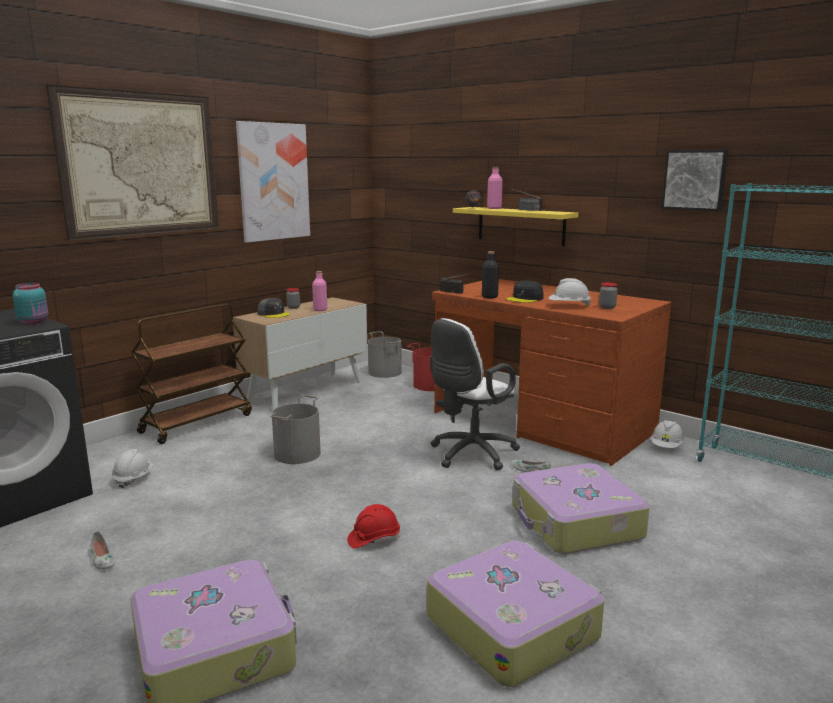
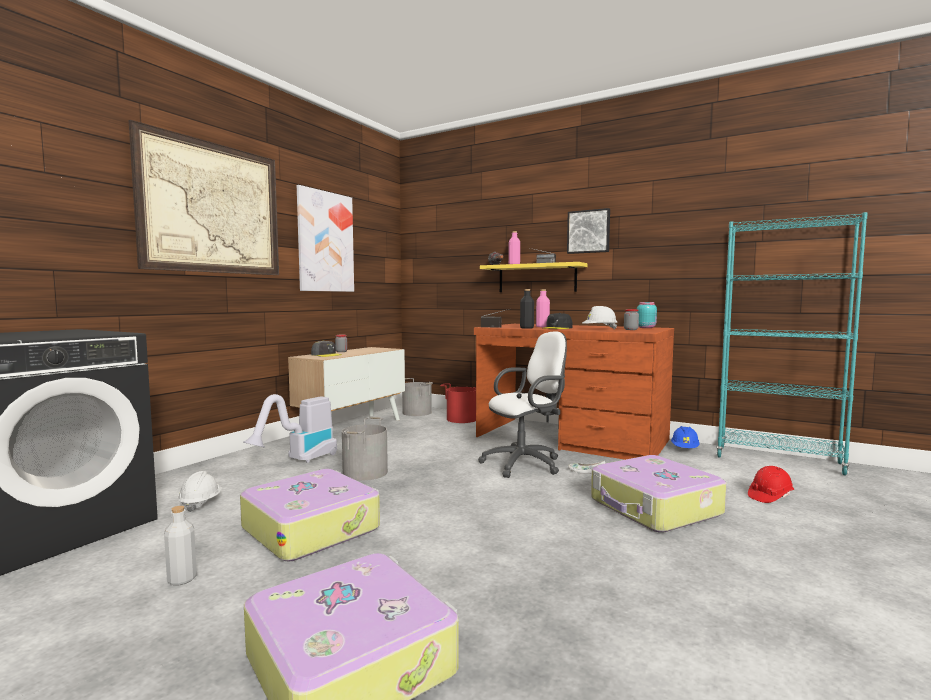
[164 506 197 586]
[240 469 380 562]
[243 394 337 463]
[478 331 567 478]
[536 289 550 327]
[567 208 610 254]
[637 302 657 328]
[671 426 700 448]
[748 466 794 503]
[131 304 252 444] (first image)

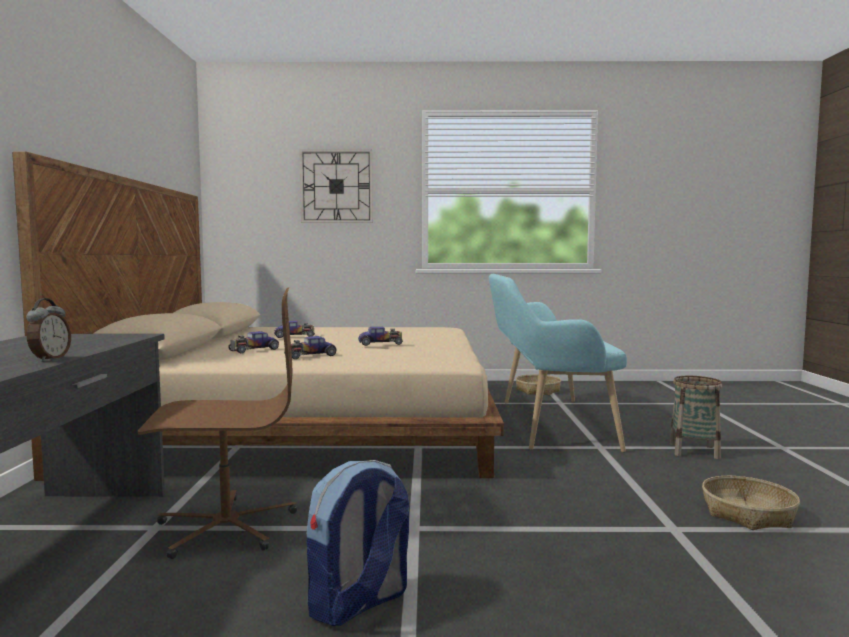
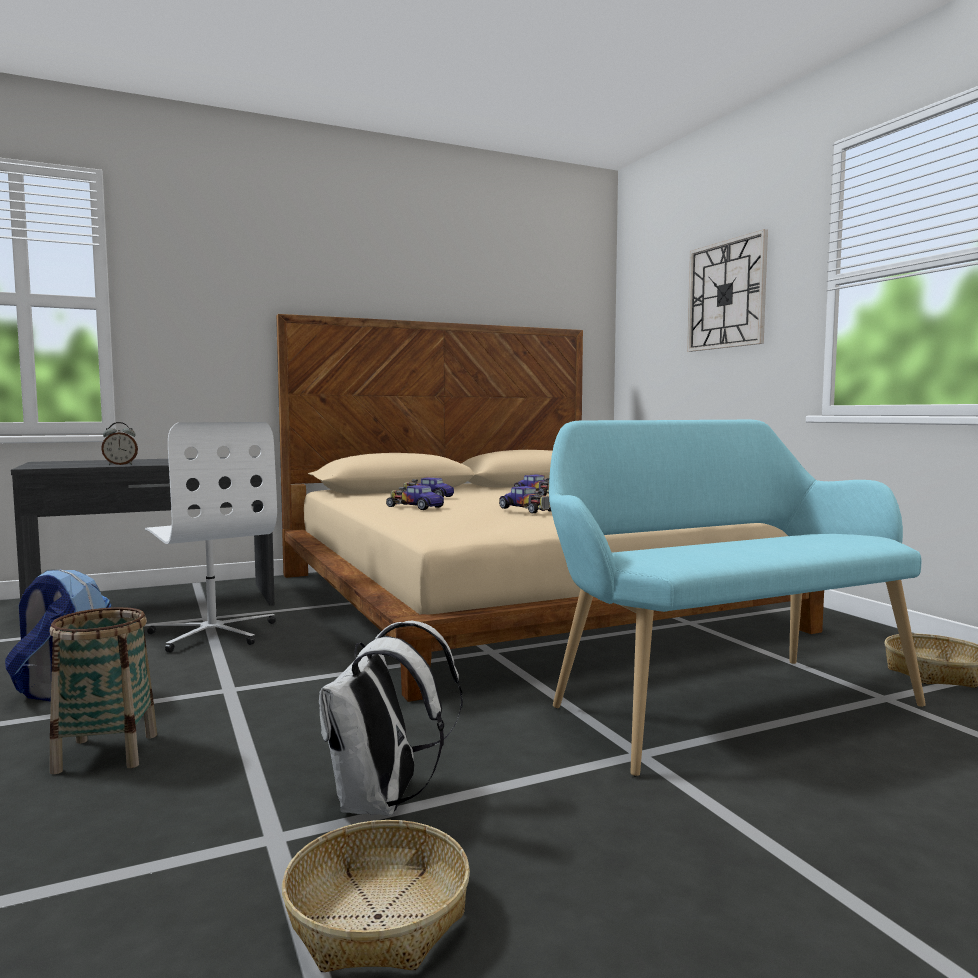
[50 607 157 774]
[145 422 277 652]
[319 621 462 816]

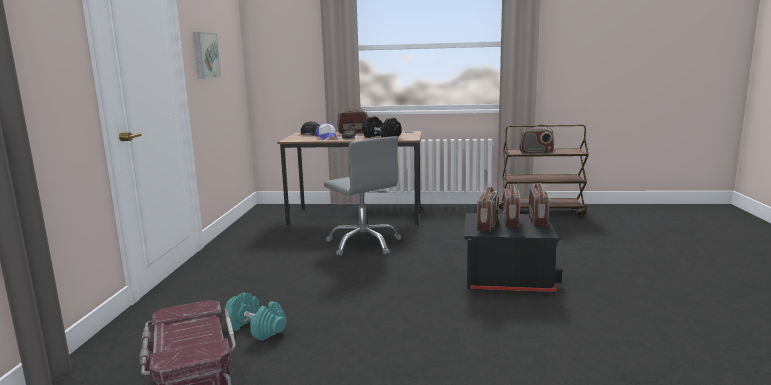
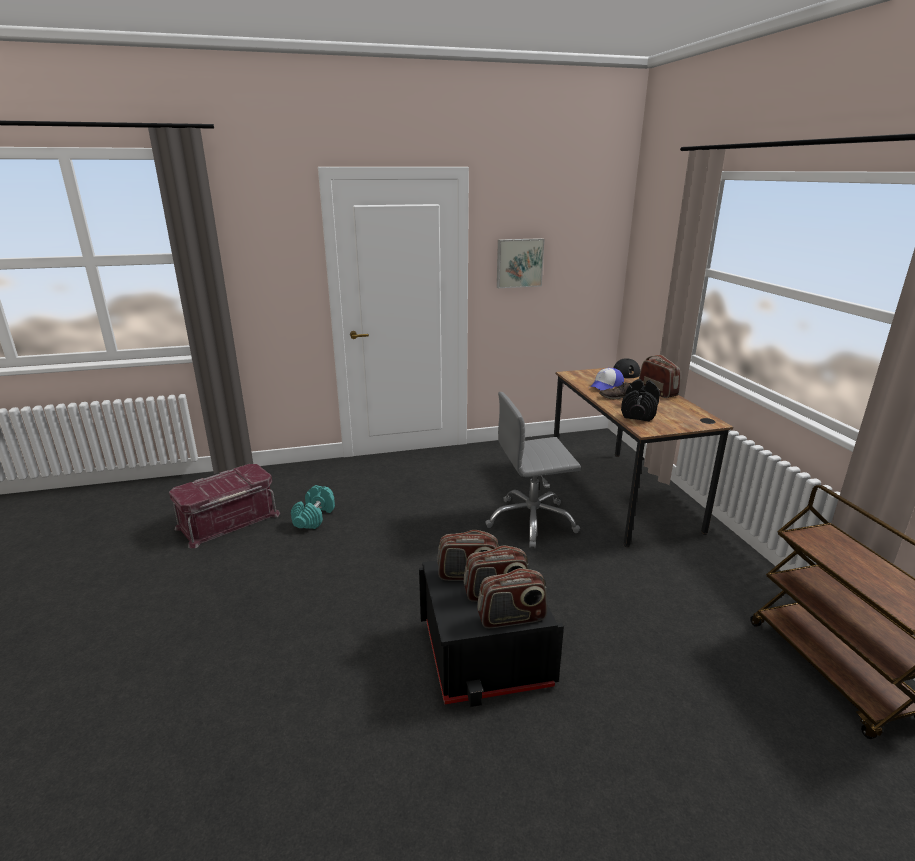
[485 392 581 548]
[519 125 554 154] (first image)

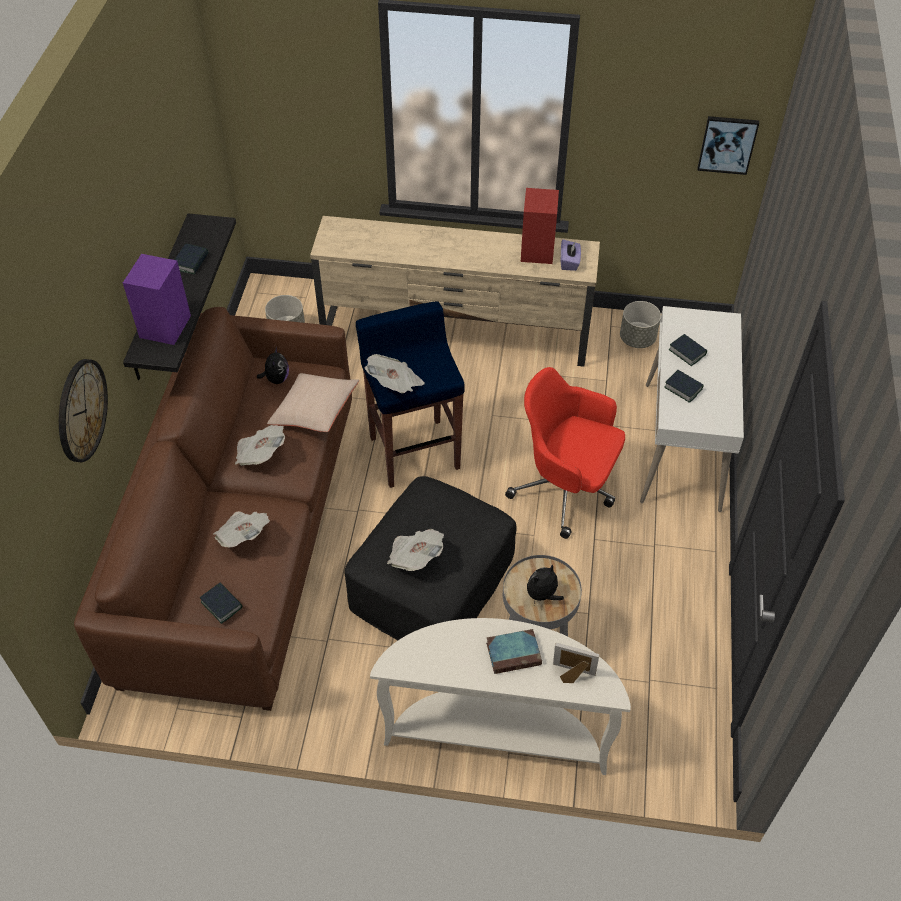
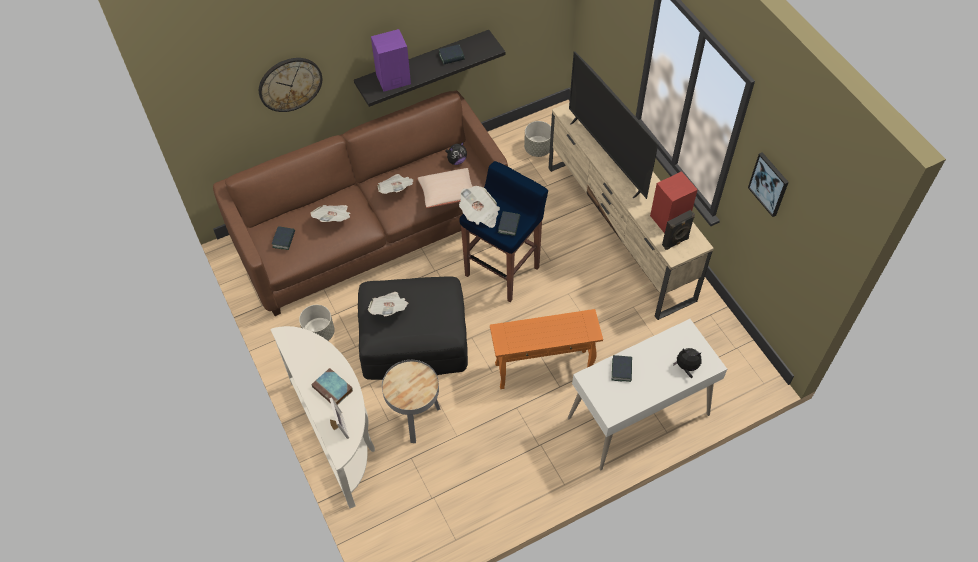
[299 305 334 341]
[490 309 603 389]
[498 211 520 236]
[569 51 658 199]
[662 210 695 250]
[673 348 701 378]
[748 152 789 217]

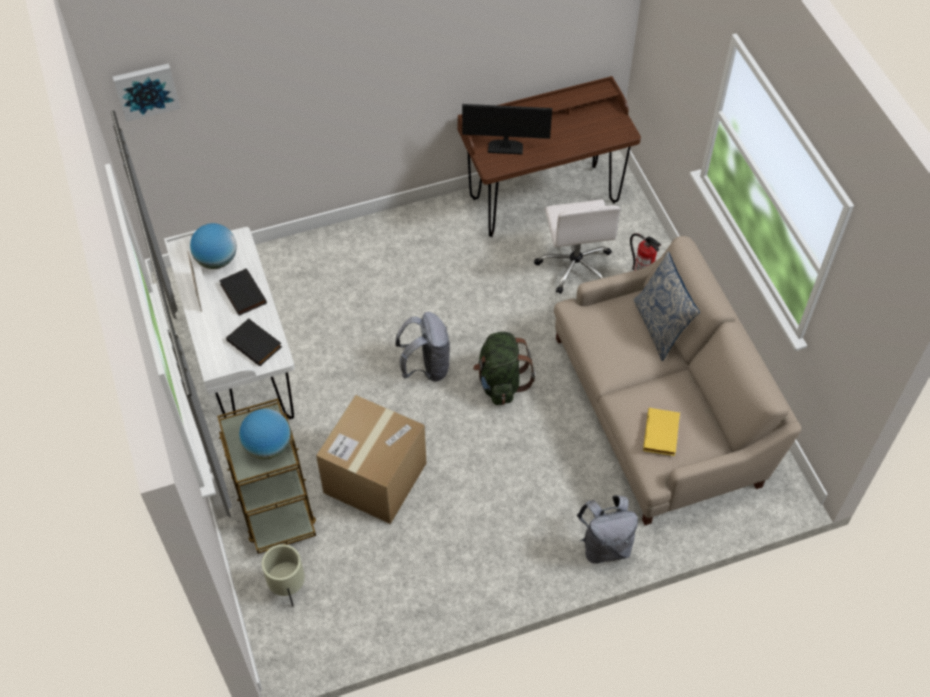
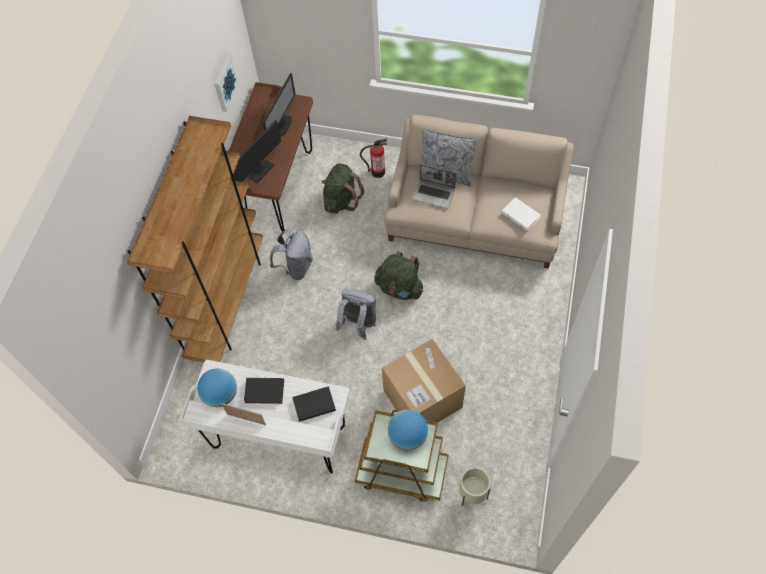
[127 116 263 363]
[214 54 239 112]
[262 73 296 136]
[270 229 313 280]
[322 163 364 214]
[412 164 457 209]
[501 197 541 231]

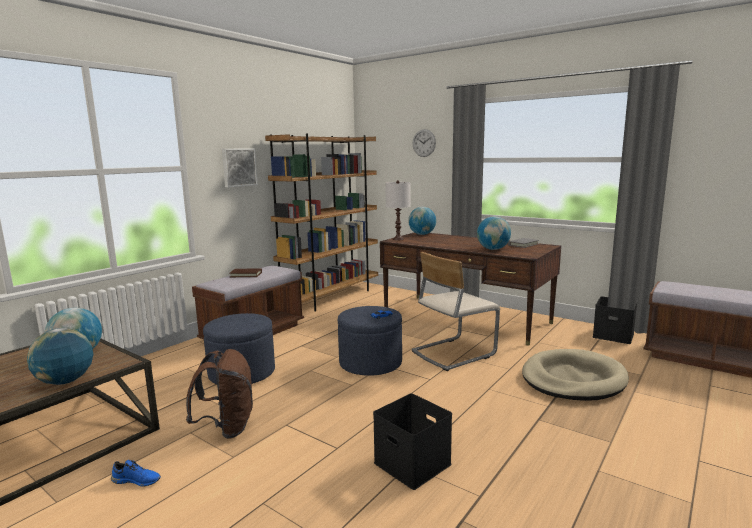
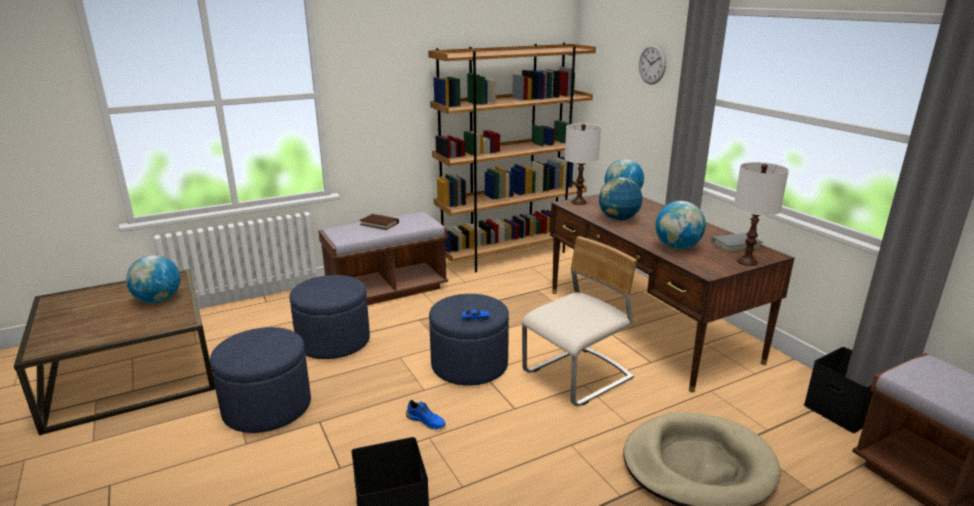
[210 327 311 433]
[406 400 446 429]
[522 236 637 406]
[599 177 643 220]
[734 162 789 266]
[222 149 258 187] (first image)

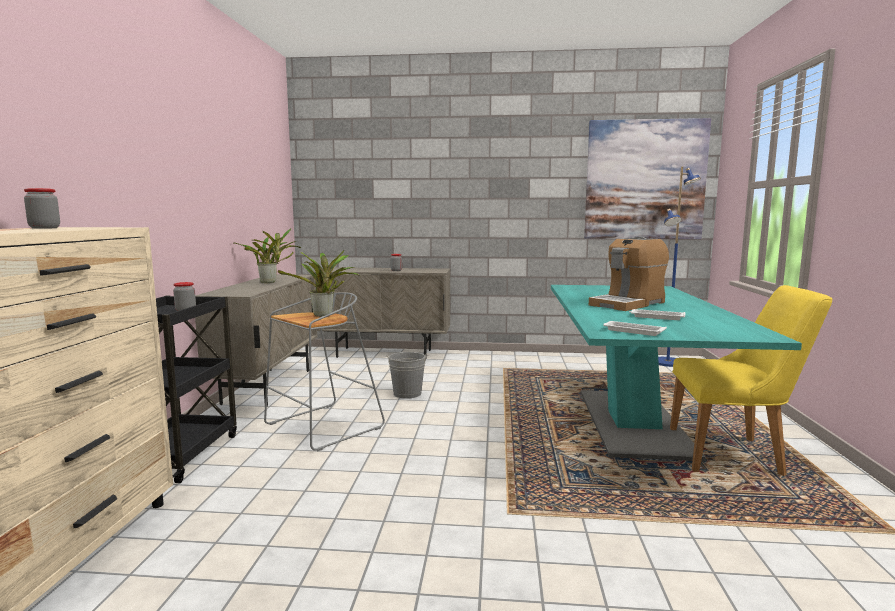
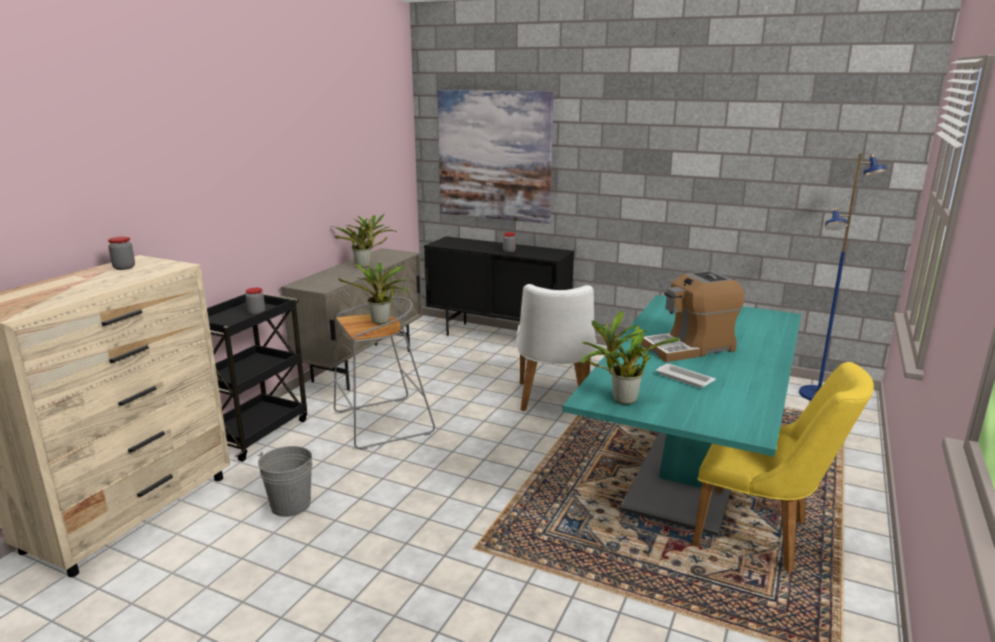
[257 446 312 517]
[424 237 574 336]
[437 90 554 224]
[516 284 596 411]
[581 311 680 405]

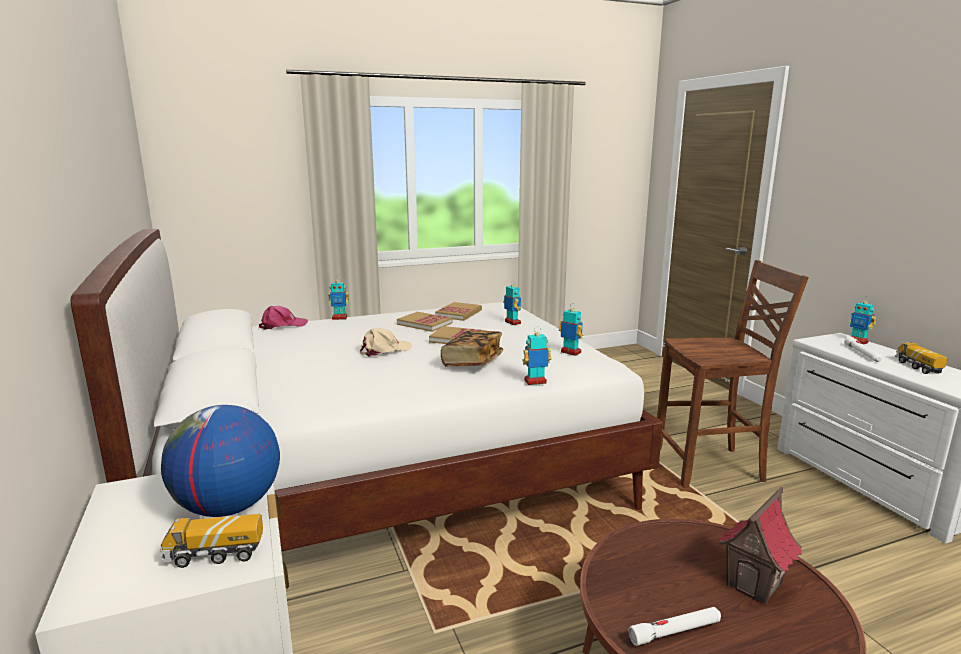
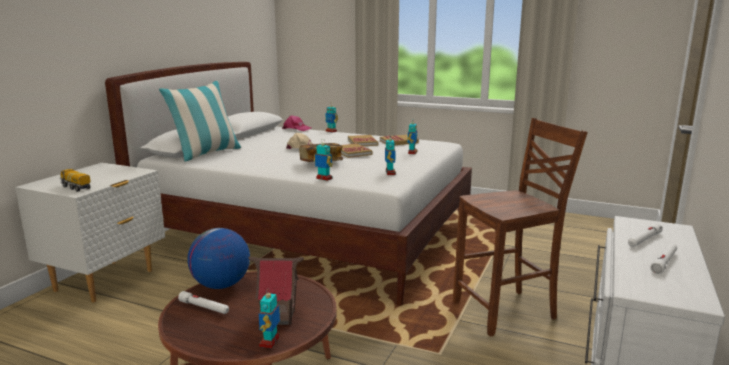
[159 81 241 162]
[187 228 250 289]
[258 293 280 349]
[453 118 588 337]
[650 243 677 274]

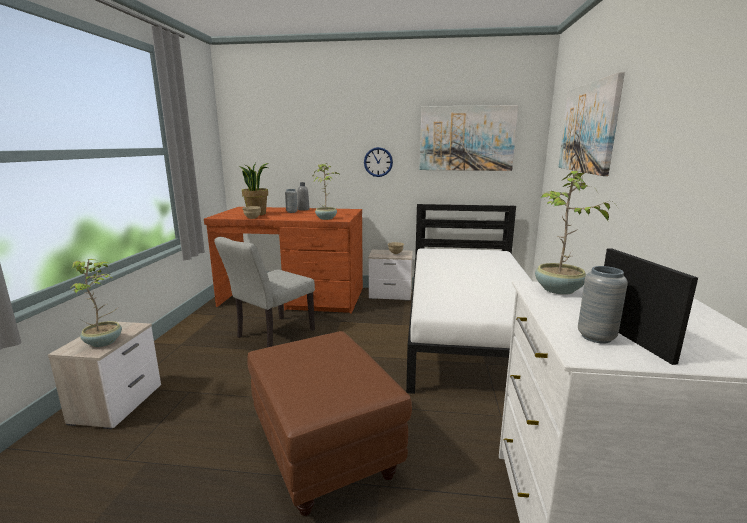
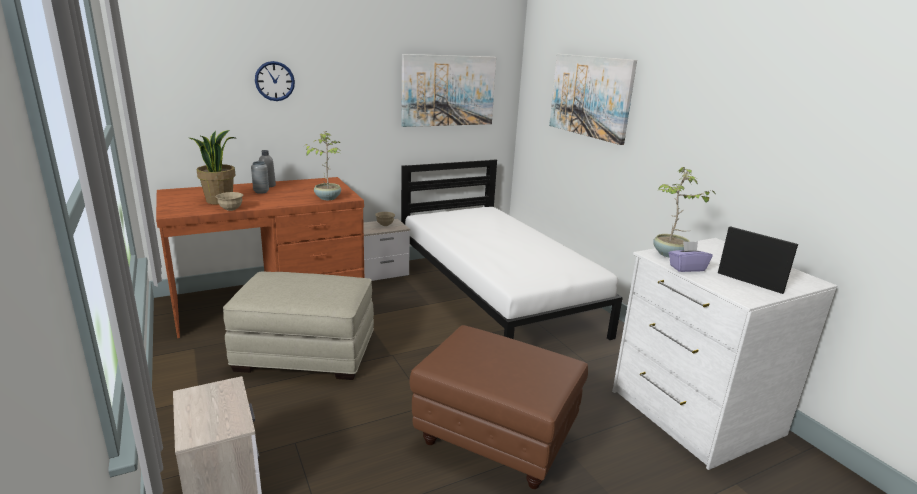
[223 272 374 380]
[255 61 295 101]
[669 241 713 272]
[69 259 122 347] (first image)
[578 266 628 343] (first image)

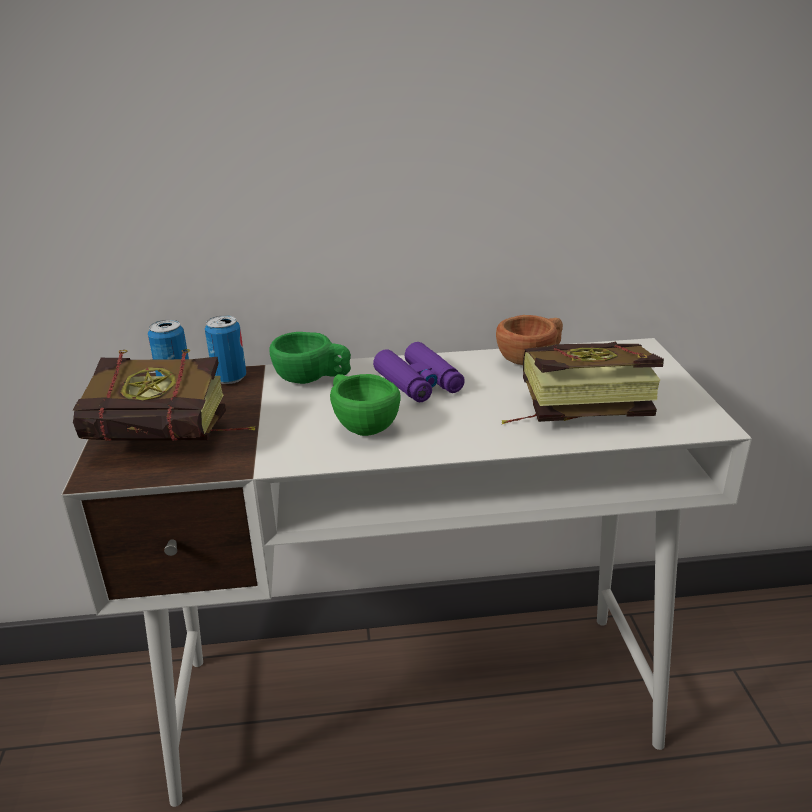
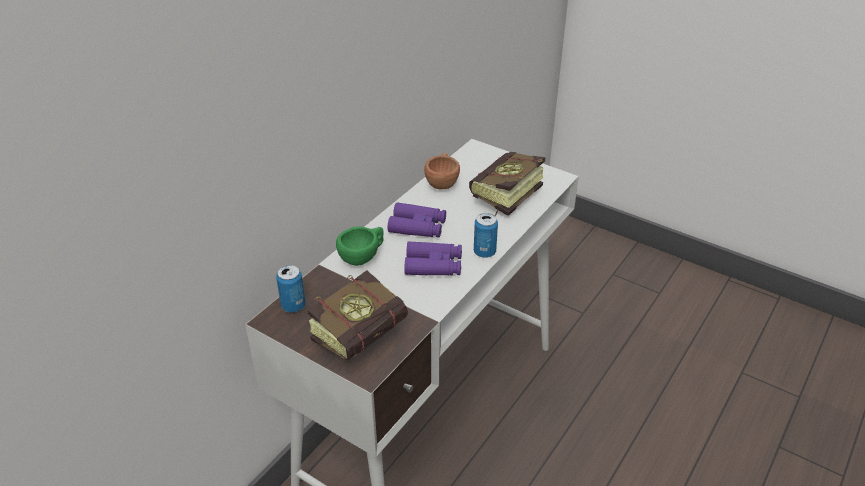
[404 241 462 276]
[474 213 498 258]

